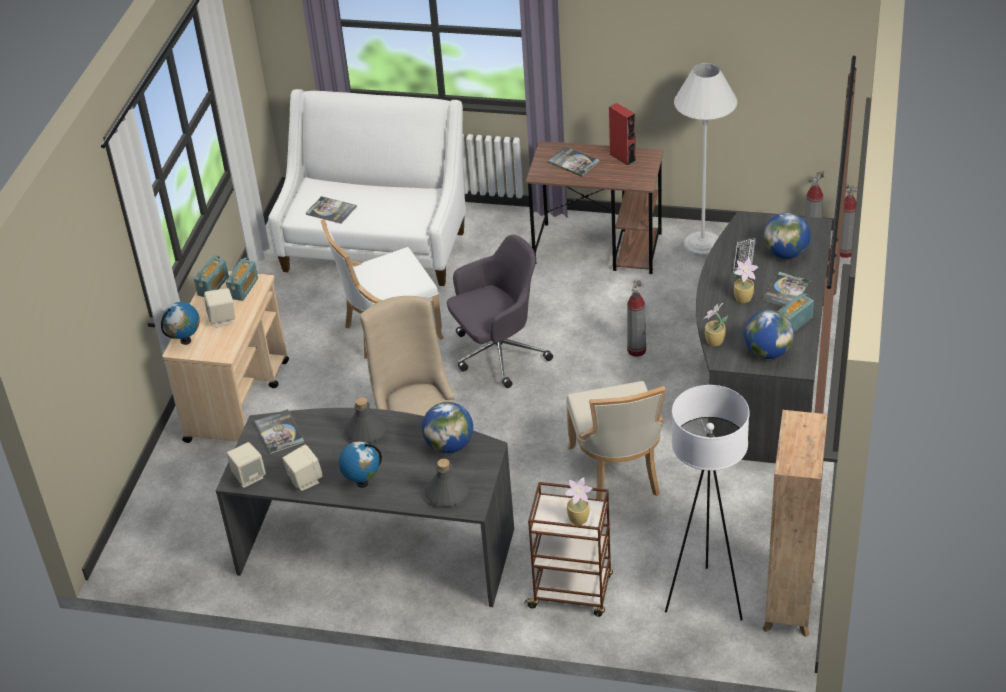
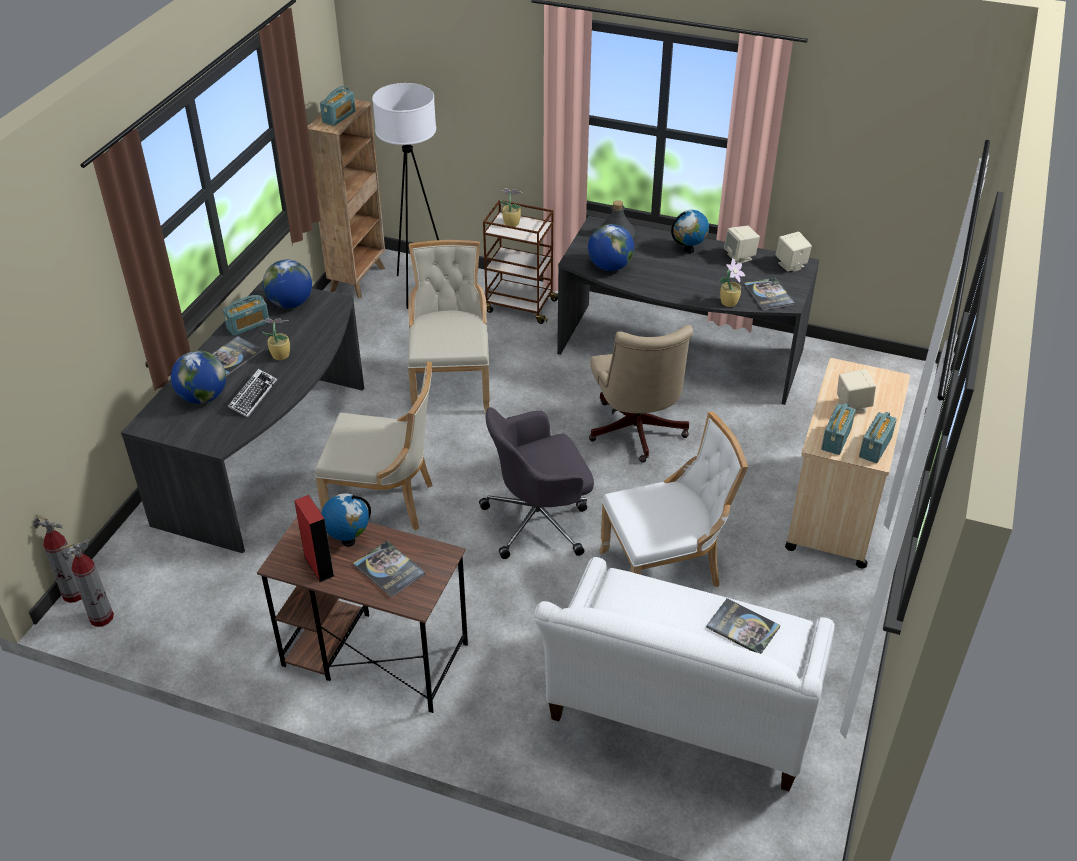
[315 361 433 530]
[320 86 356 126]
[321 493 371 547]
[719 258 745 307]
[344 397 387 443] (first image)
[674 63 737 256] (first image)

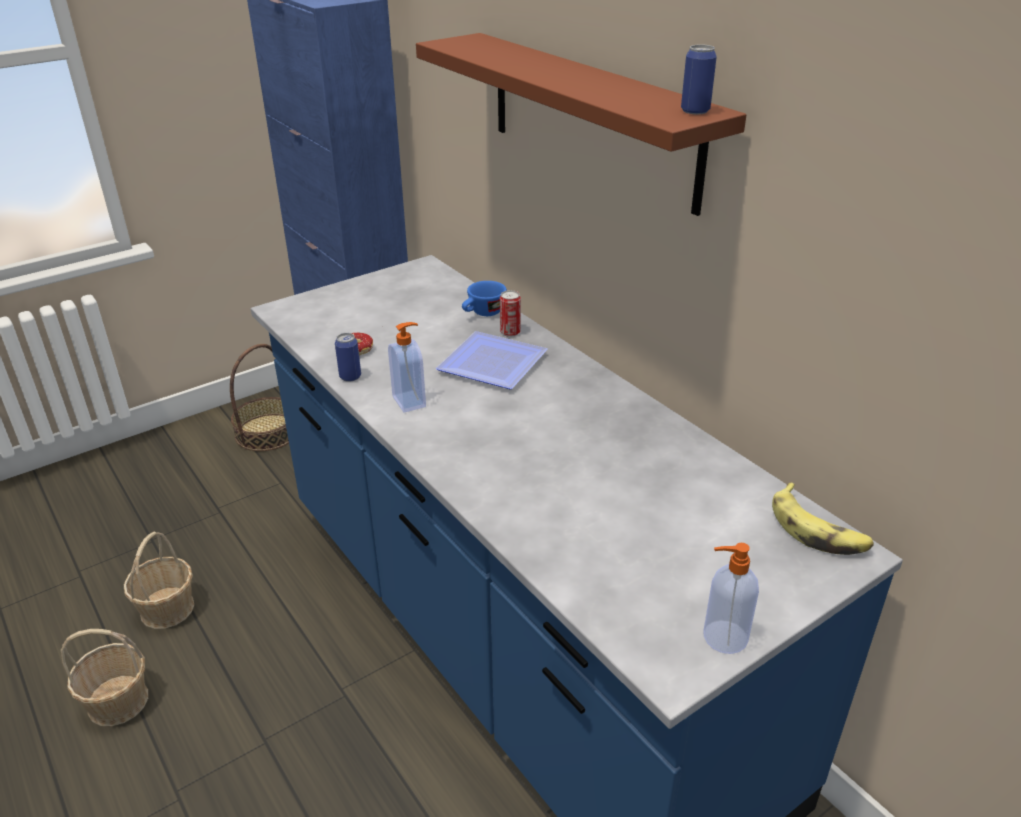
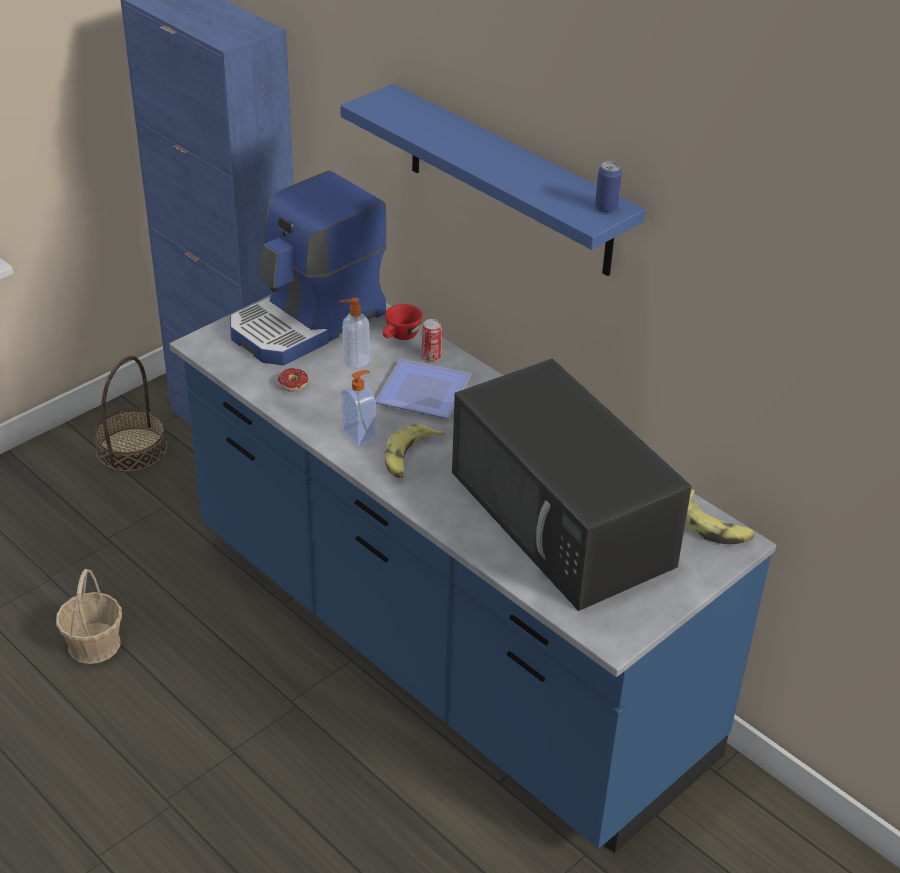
[230 170 387 365]
[339 298 370 368]
[340 84 646 276]
[383 304 423 340]
[385 424 444 478]
[452 359 692 611]
[61 629 148 726] (first image)
[335 333 361 382] (first image)

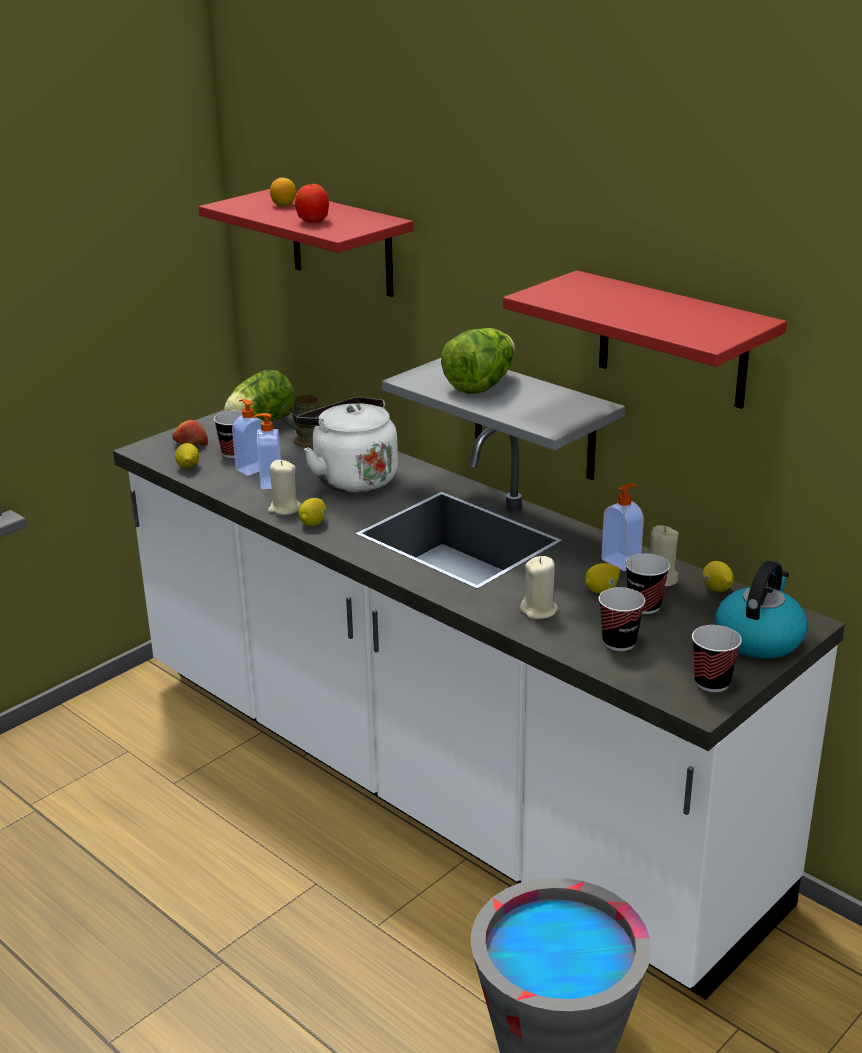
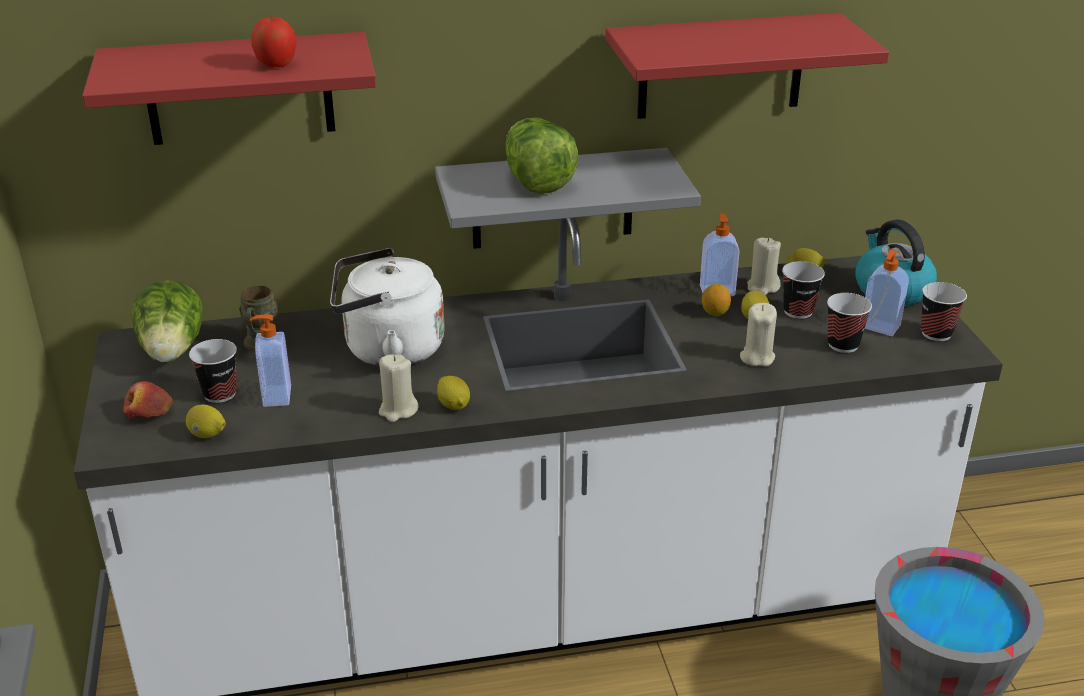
[702 284 731 316]
[865 249 909 336]

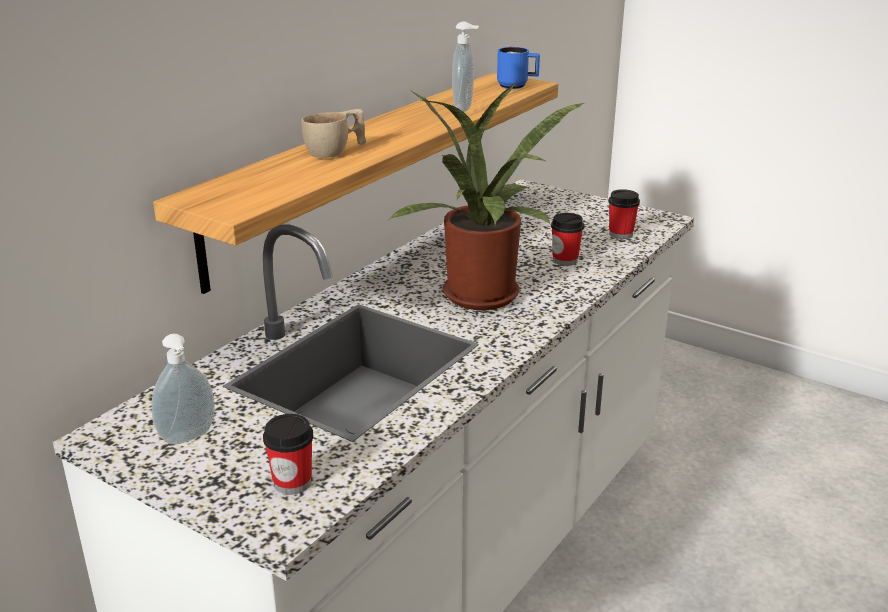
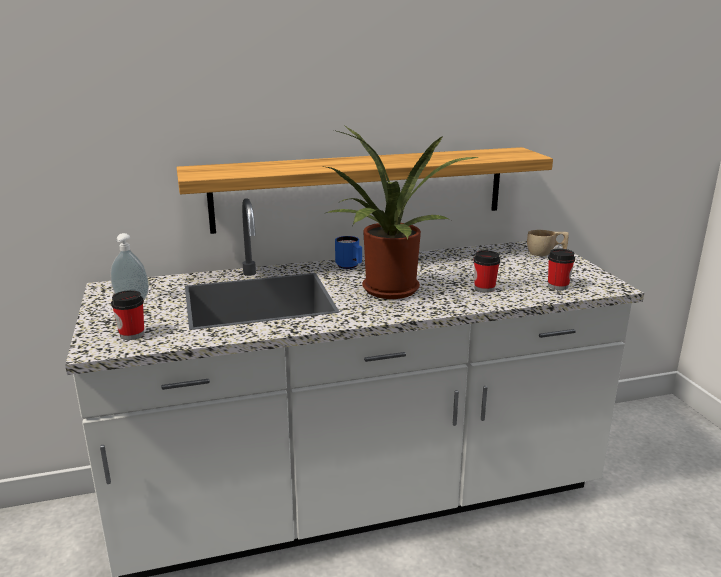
[335 236 362 269]
[527 230 569 256]
[452 21 479 112] (first image)

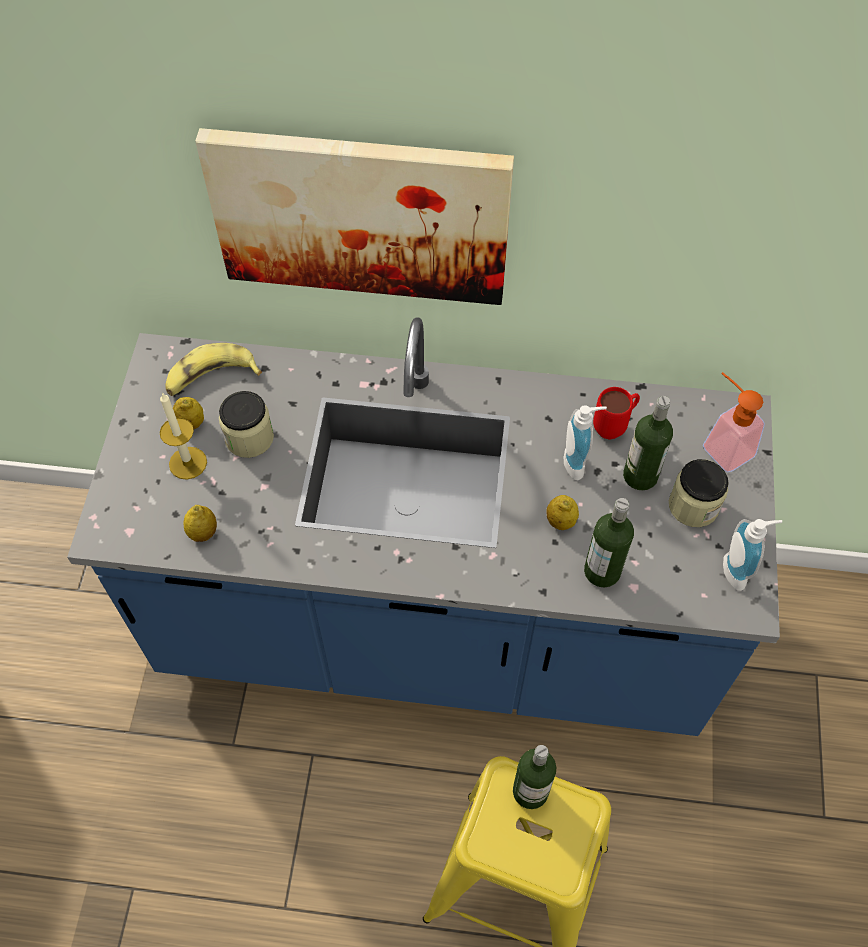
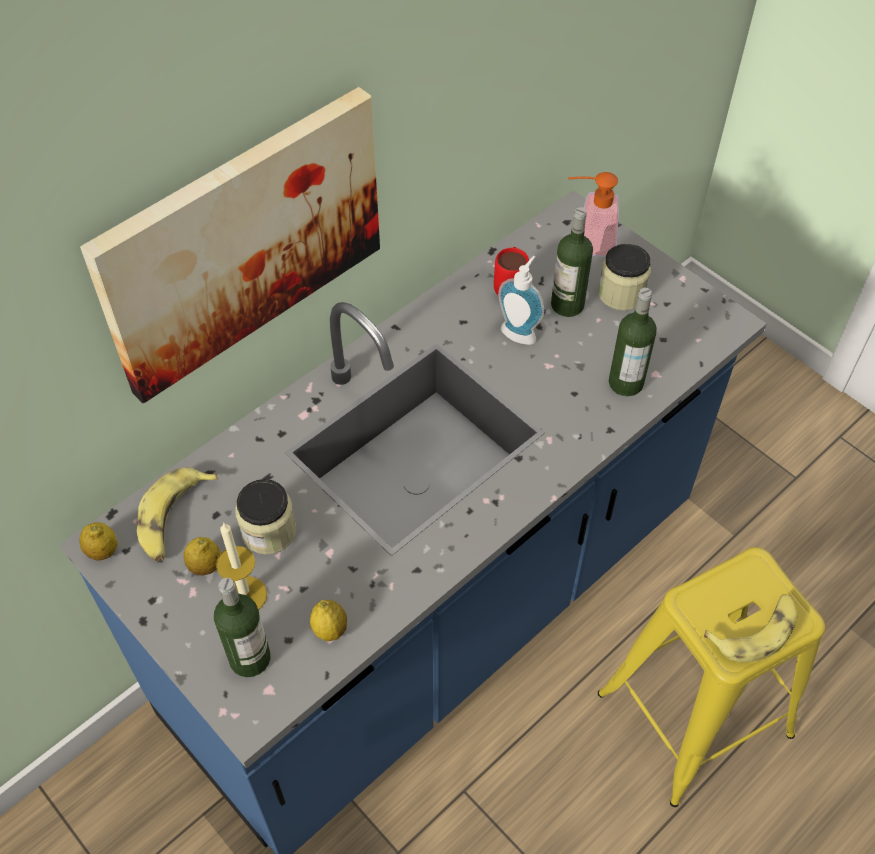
[79 522 117 561]
[214 578 271 677]
[704 594 797 662]
[723 519 782 591] (first image)

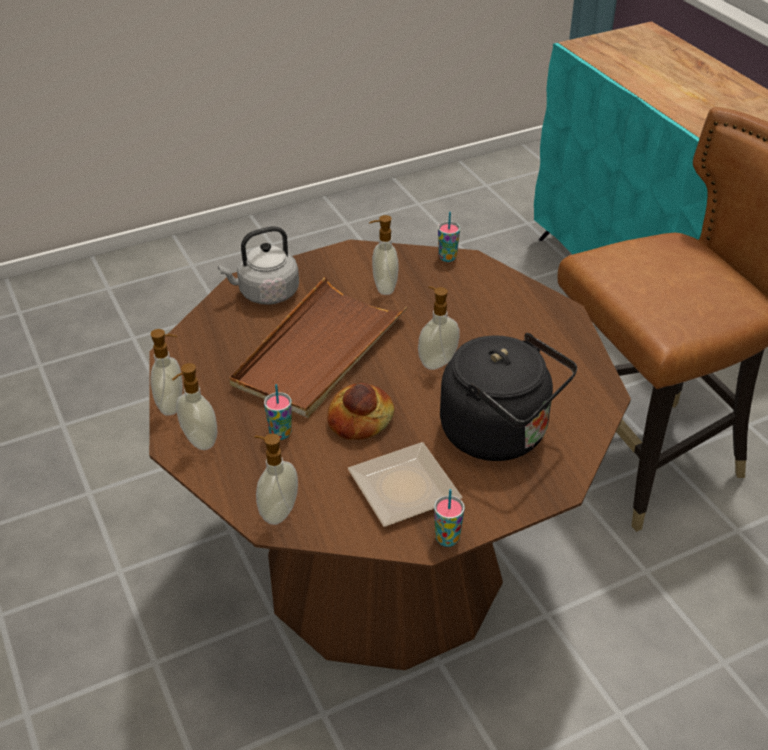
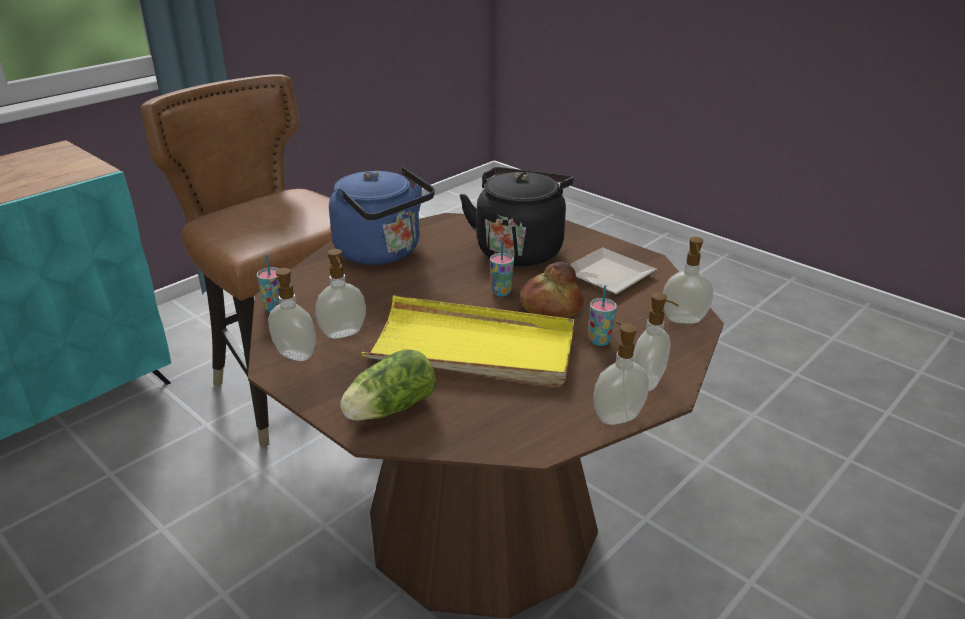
[268 268 316 361]
[329 167 435 265]
[340 349 436 421]
[361 296 574 386]
[490 240 514 297]

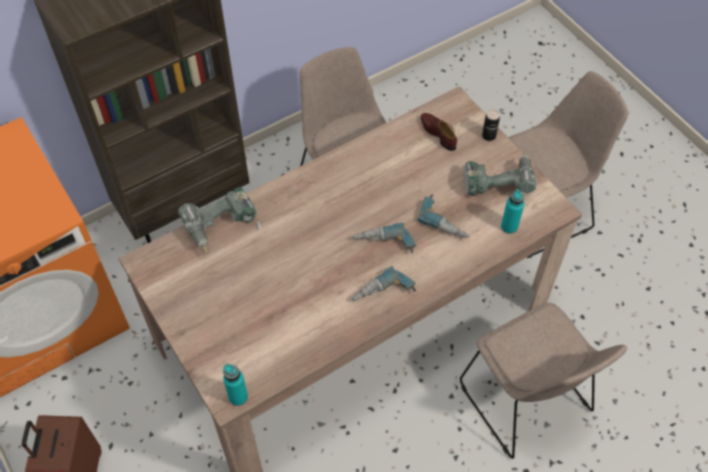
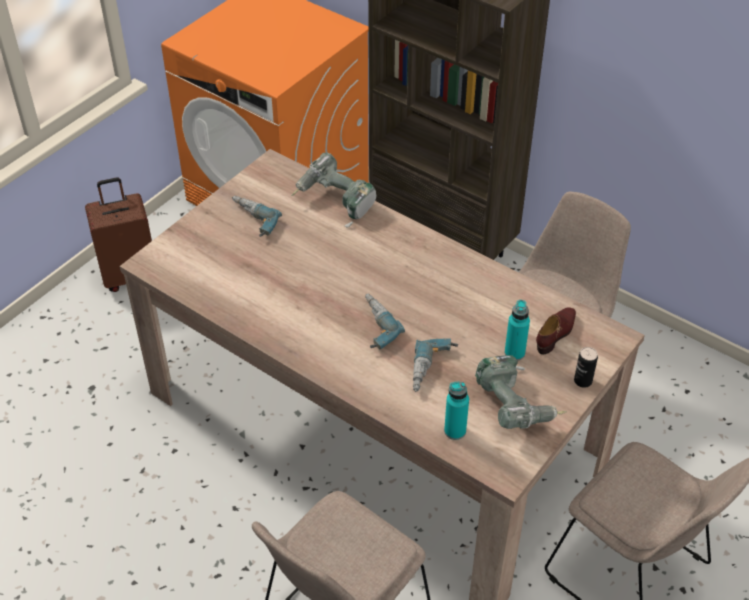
[232 196 282 237]
[505 300 530 361]

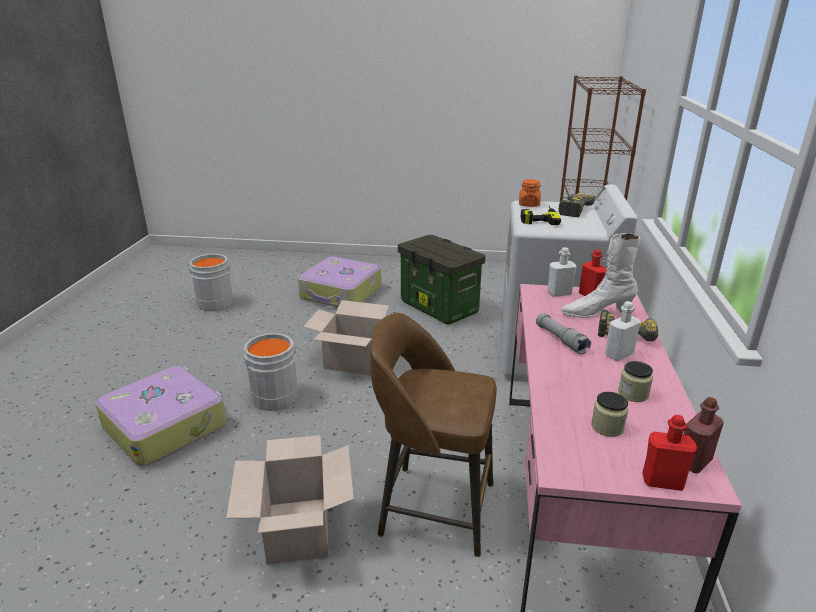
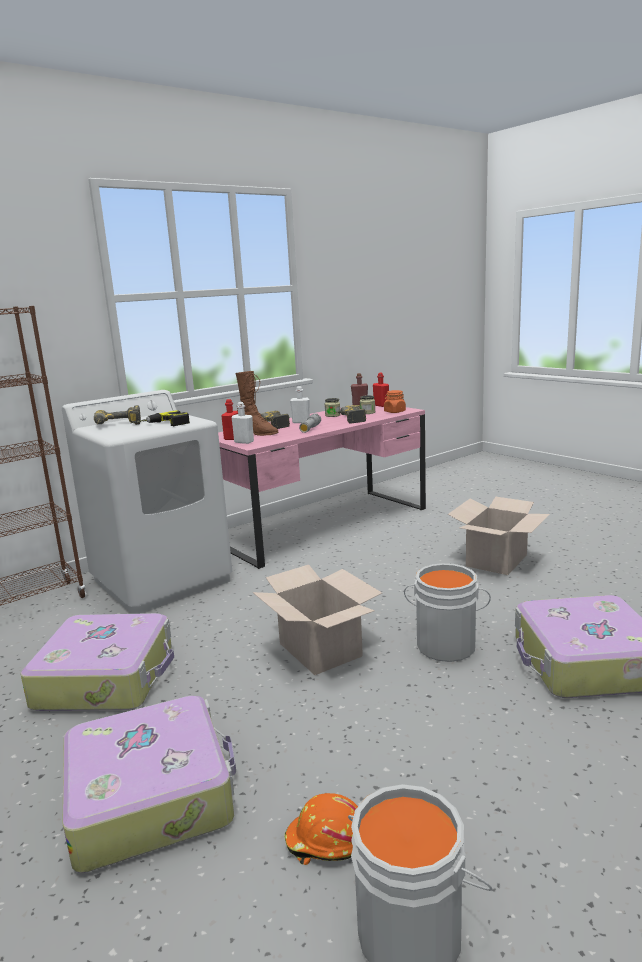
[20 613 174 711]
[235 371 278 436]
[285 793 358 865]
[333 405 366 424]
[384 390 406 413]
[370 313 497 557] (first image)

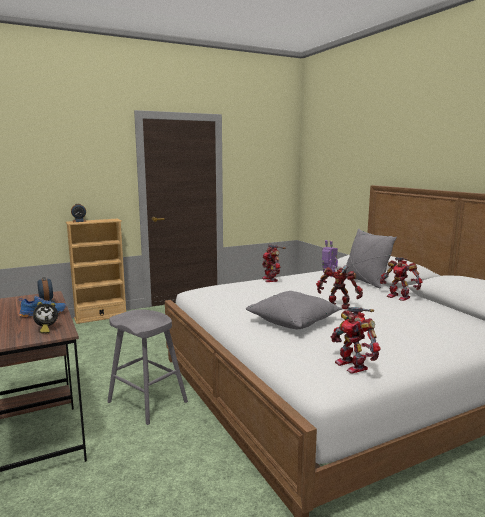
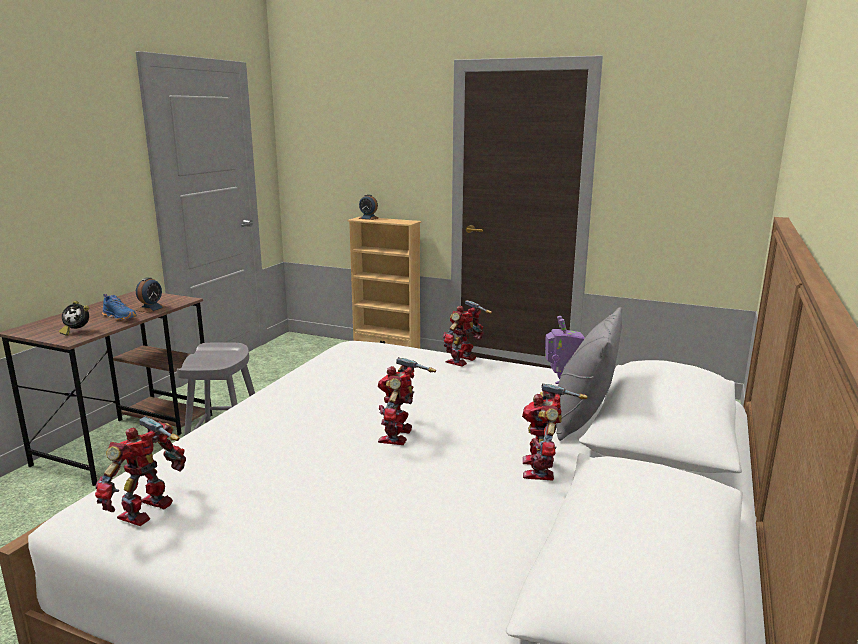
[378 357 436 445]
[246 291 343 329] (first image)

